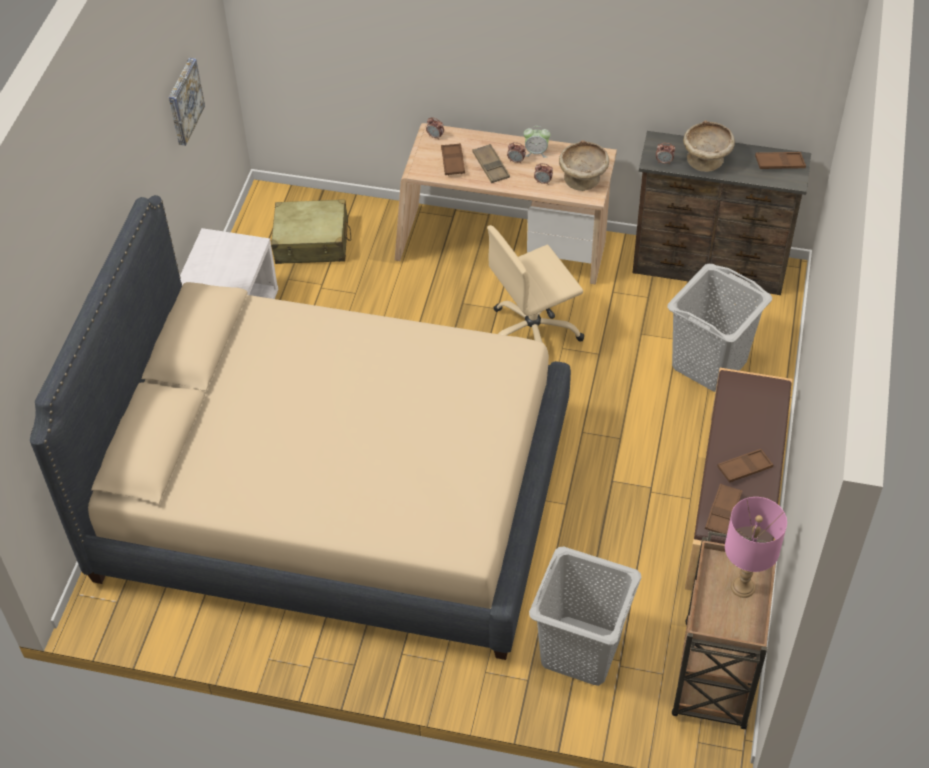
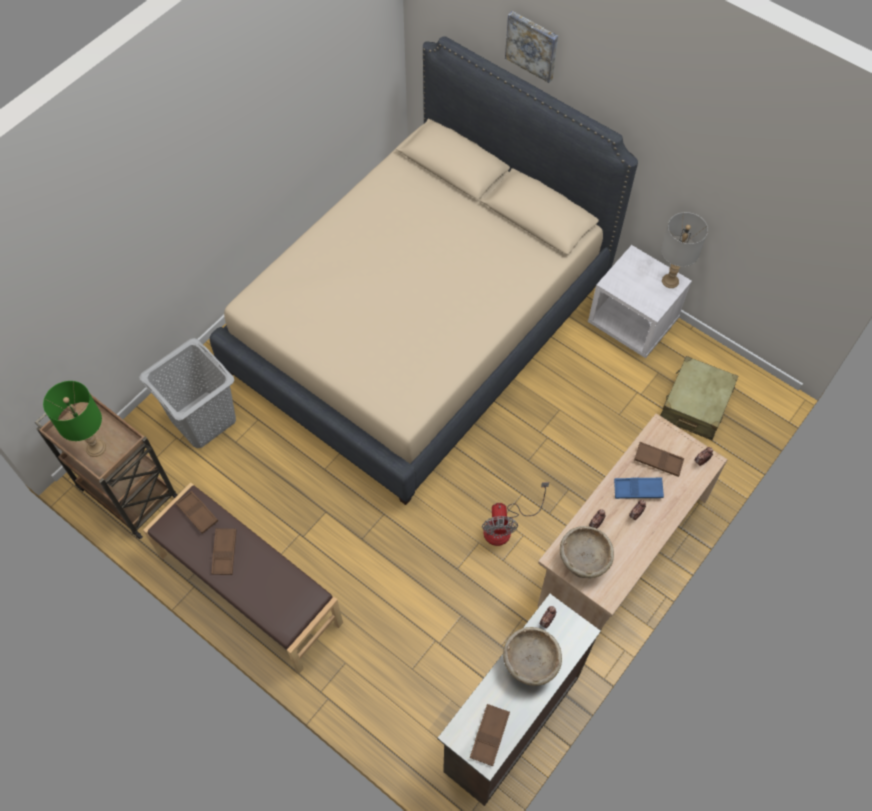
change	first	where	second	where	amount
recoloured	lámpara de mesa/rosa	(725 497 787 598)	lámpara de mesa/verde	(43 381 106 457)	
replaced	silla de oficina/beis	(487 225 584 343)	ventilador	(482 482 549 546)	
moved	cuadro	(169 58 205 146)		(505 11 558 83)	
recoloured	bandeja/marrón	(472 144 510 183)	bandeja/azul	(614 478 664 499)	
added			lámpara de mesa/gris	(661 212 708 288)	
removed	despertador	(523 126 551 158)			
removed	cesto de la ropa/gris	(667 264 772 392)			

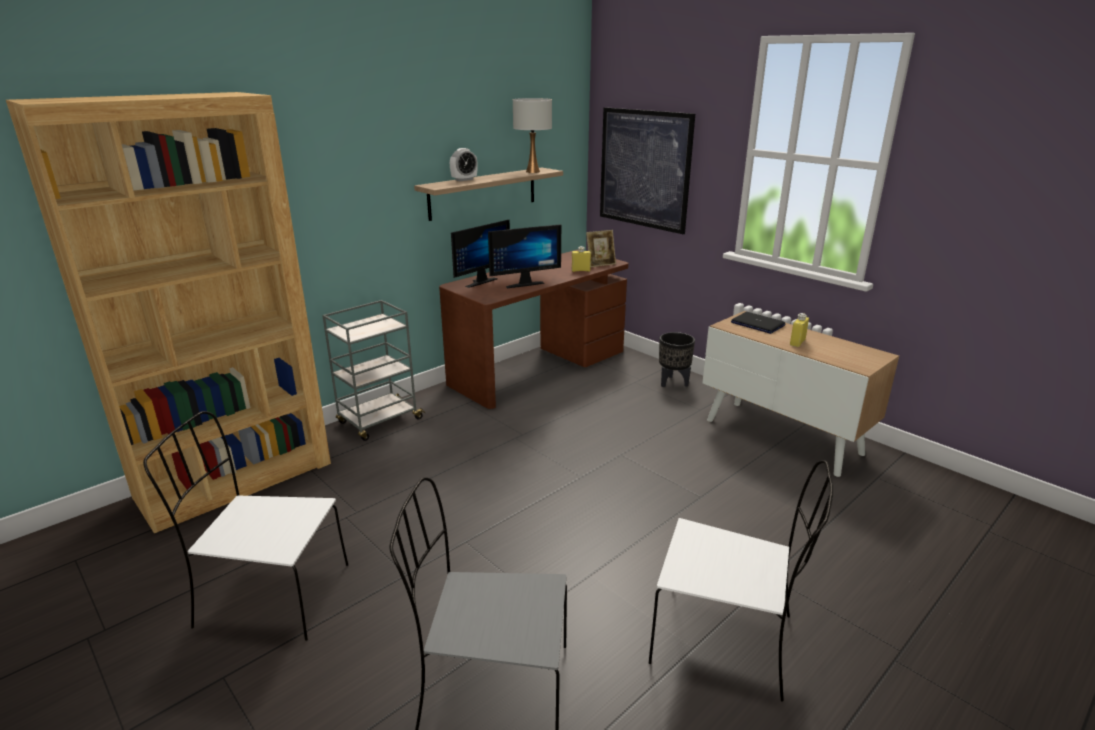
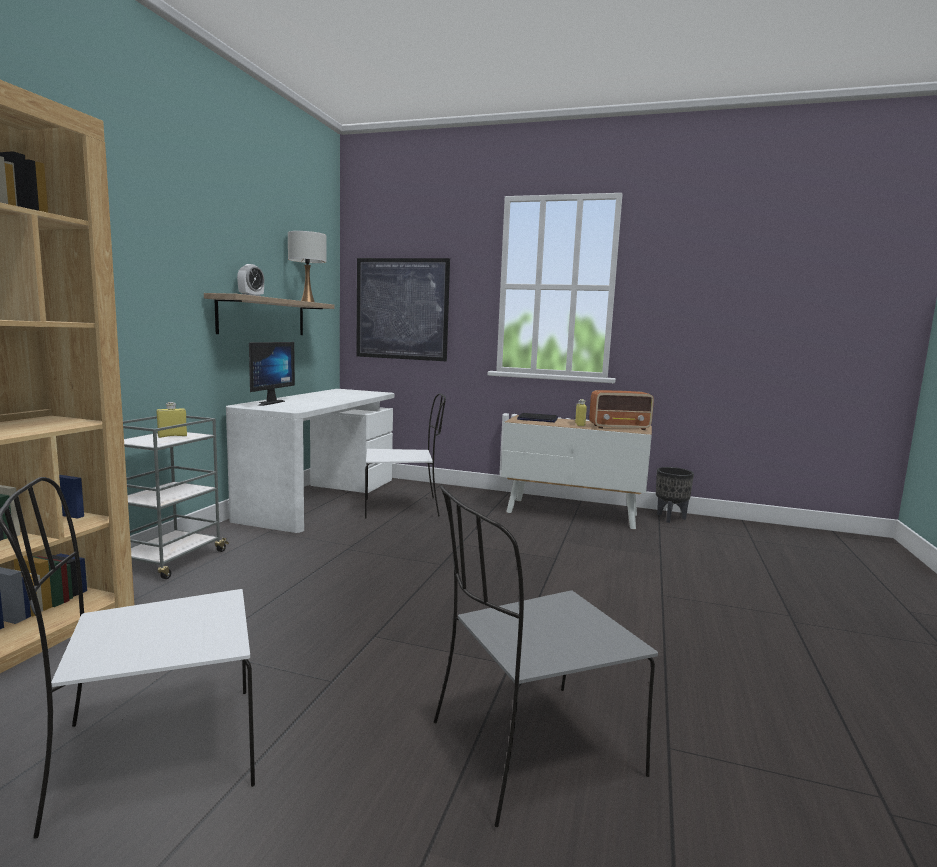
change	first	where	second	where	amount
moved	botella/amarillo	(572 246 591 272)		(156 402 187 438)	
recoloured	escritorio/marrón	(439 250 629 409)	escritorio/blanco	(226 389 394 533)	
moved	silla/blanco	(649 460 833 701)		(365 393 446 519)	
added			radio	(589 390 654 430)	
moved	maceta/negro	(659 332 695 387)		(656 467 694 523)	
removed	monitor	(488 224 561 288)			
removed	portarretratos	(586 230 616 267)			

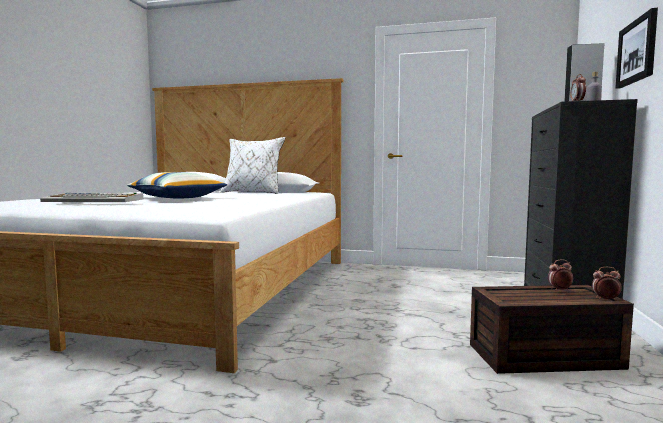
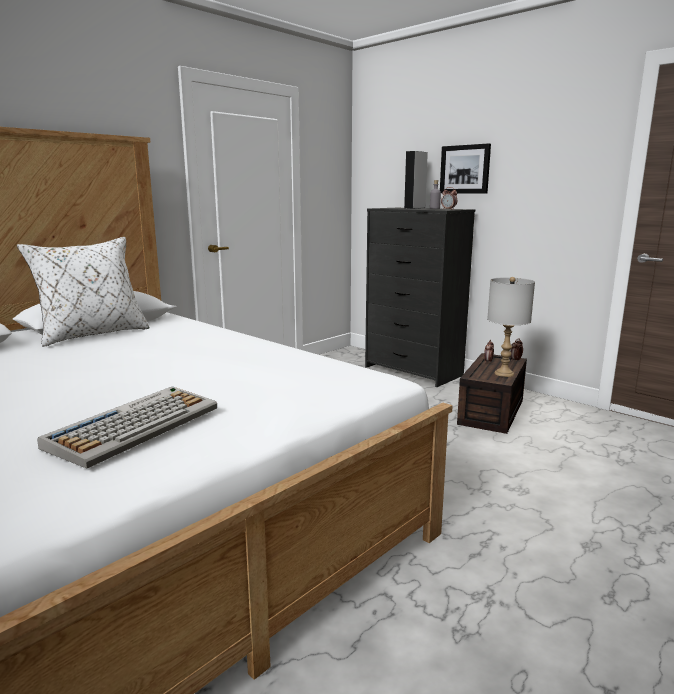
change	first	where	second	where	amount
added			lámpara de mesa/gris	(487 277 535 377)	
removed	cojín	(127 172 227 199)			

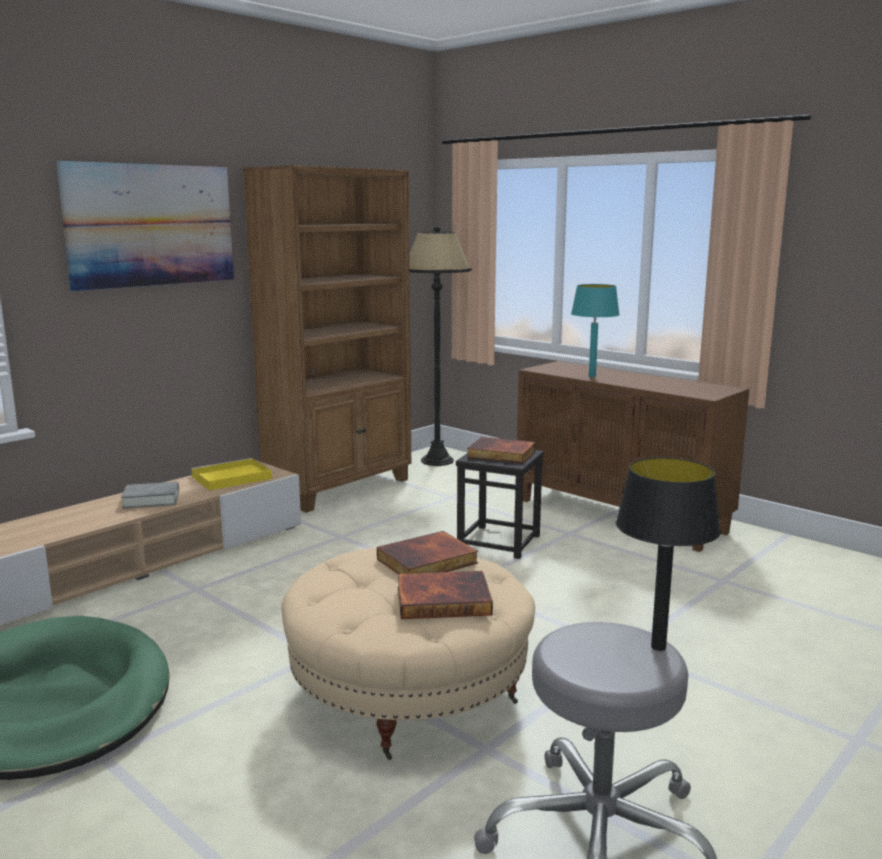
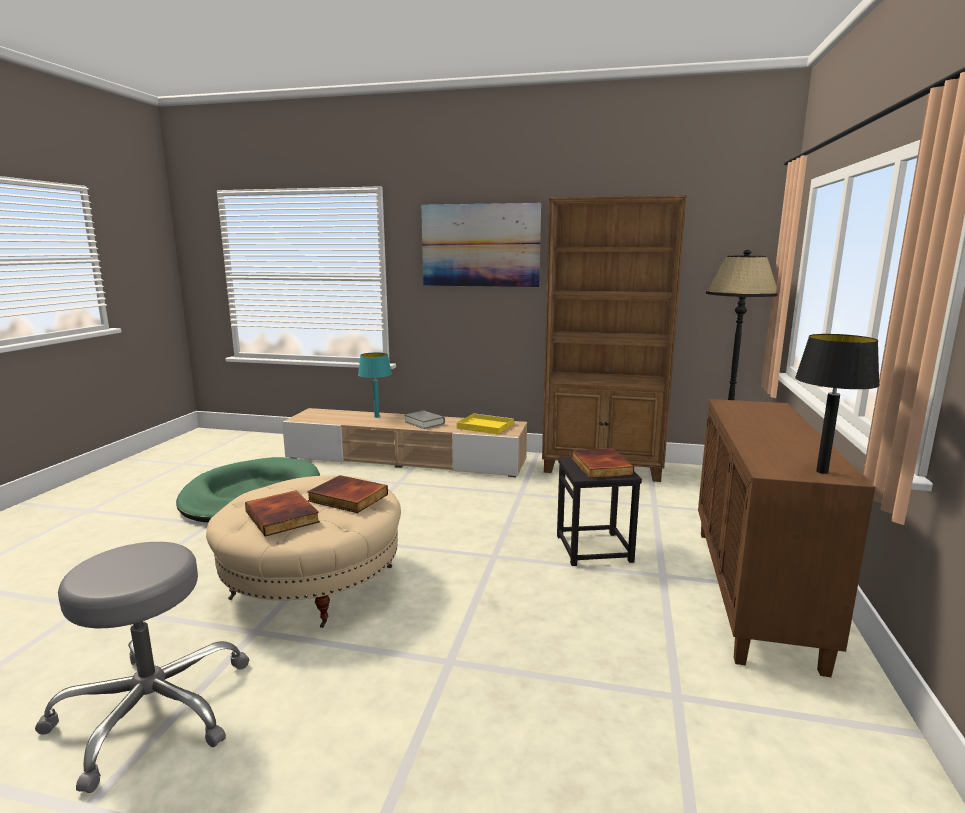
change	first	where	second	where	amount
moved	lámpara de mesa/turquesa	(571 284 620 377)		(358 352 392 418)	
moved	lámpara de mesa/negro	(616 457 721 651)		(795 334 880 474)	

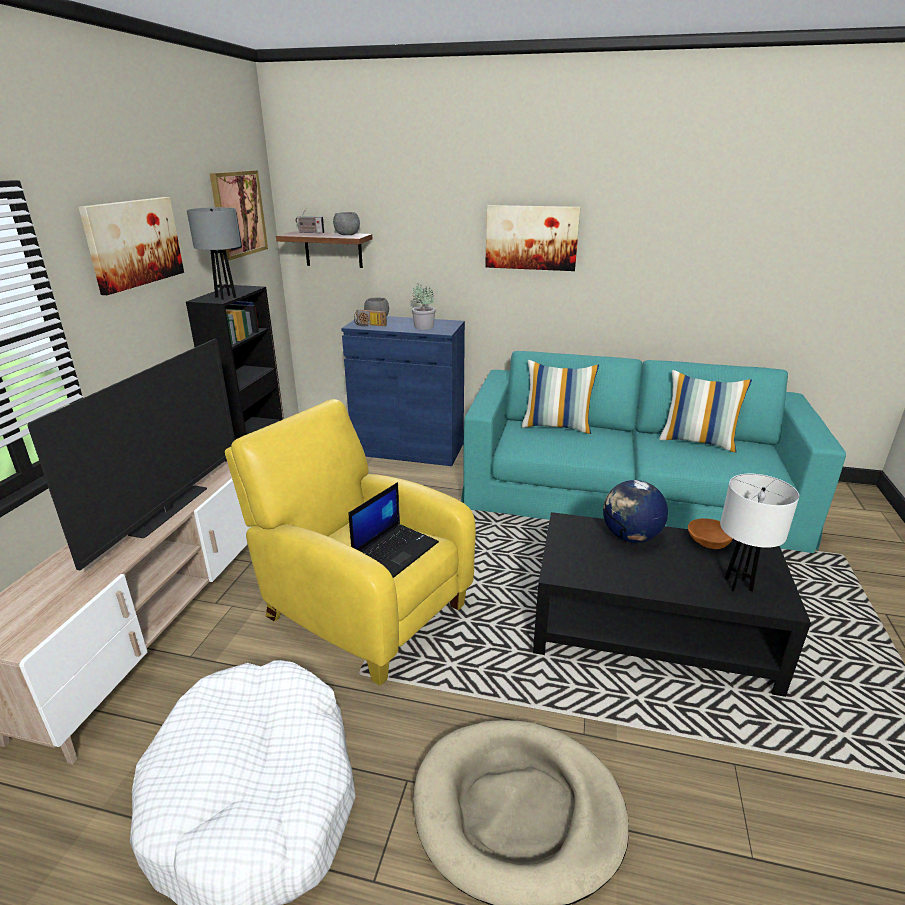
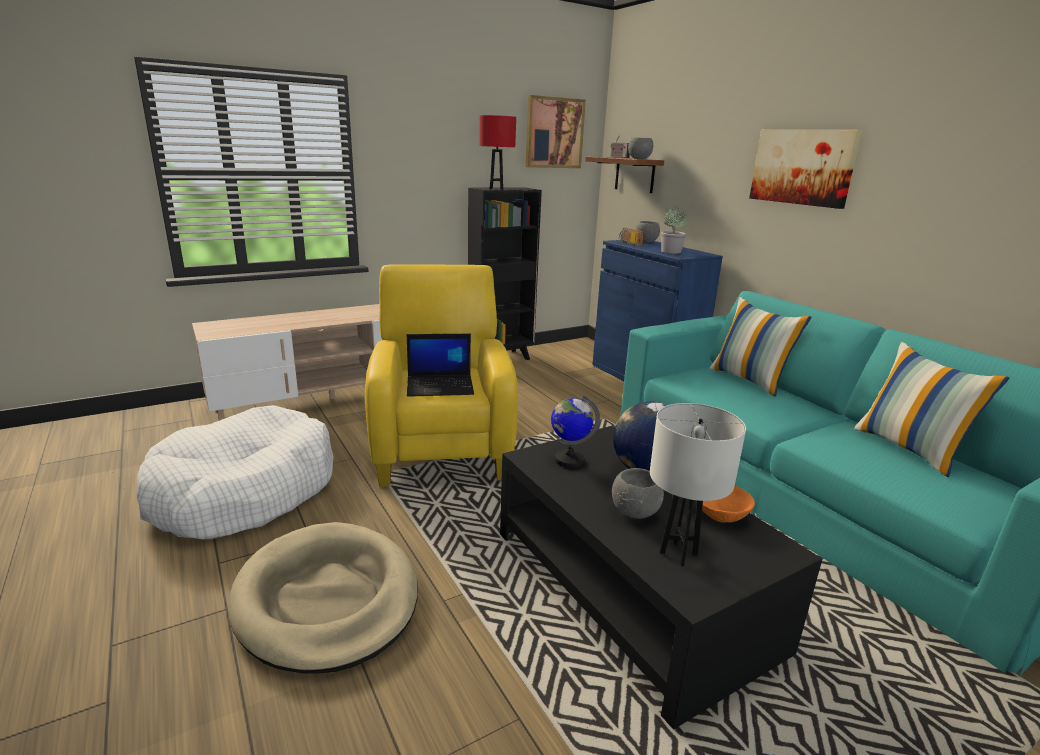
change	first	where	second	where	amount
recoloured	lámpara de mesa/gris	(187 207 241 300)	lámpara de mesa/rojo	(479 115 516 190)	
added			globo terráqueo	(551 395 600 468)	
added			cuenco/gris	(612 468 664 519)	
removed	televisor	(27 339 235 570)			
removed	cuadro	(78 197 184 295)			

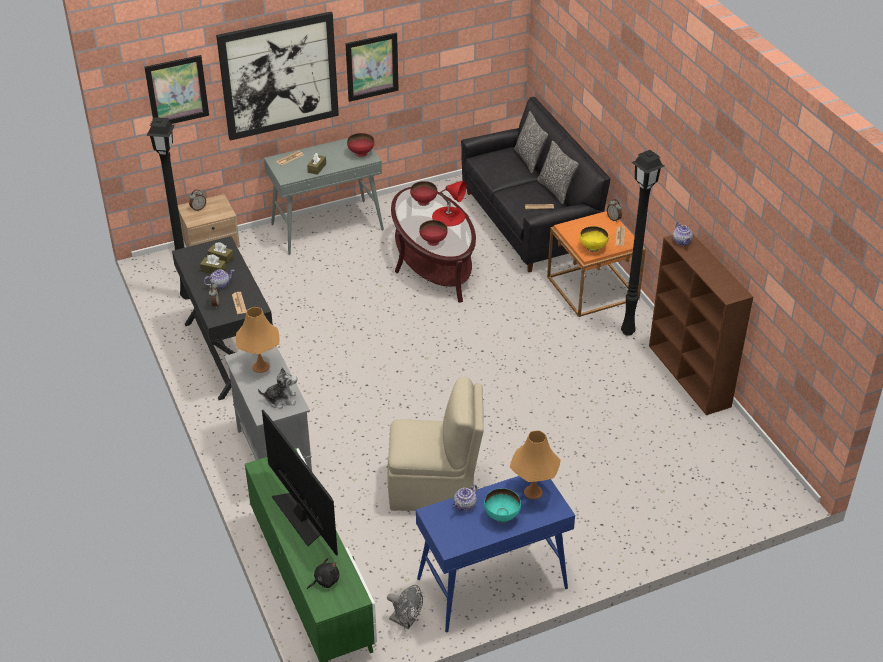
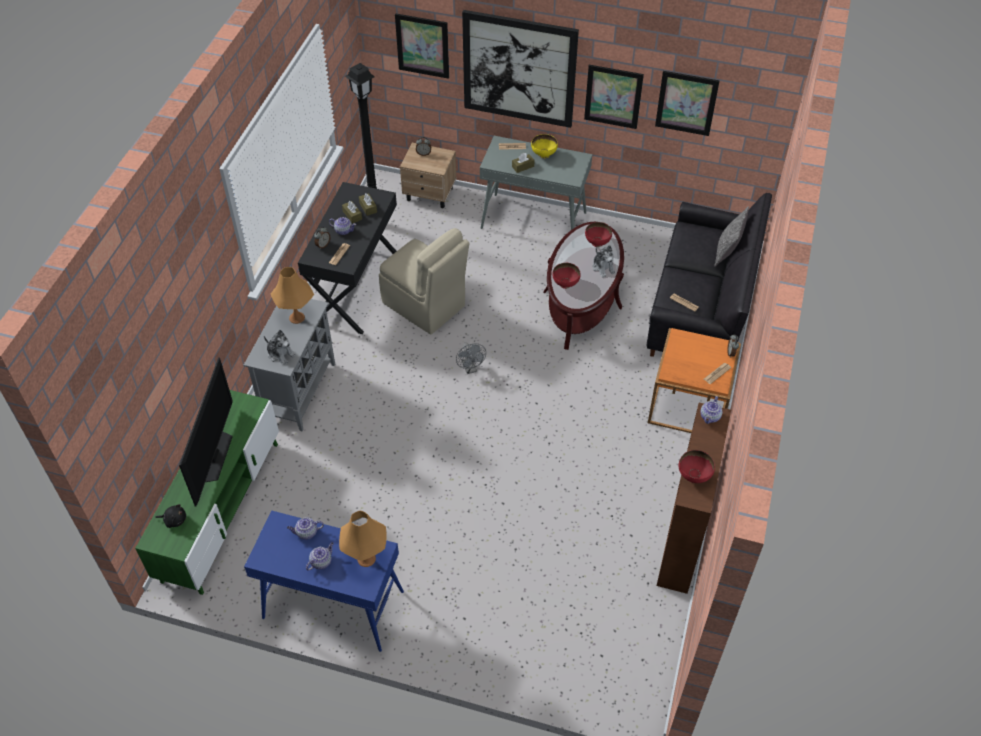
change	first	where	second	where	amount
replaced	cuenco/turquesa	(484 488 521 523)	tetera	(306 542 334 571)	
moved	silla/beis	(387 377 484 511)		(379 228 469 334)	
moved	ventilador/gris	(387 585 423 629)		(456 342 486 374)	
moved	cuenco/amarillo	(580 226 609 252)		(531 134 558 159)	
replaced	lámpara de mesa/rojo	(432 181 467 226)	peluche	(593 245 616 278)	
added			cuadro	(655 71 720 136)	
moved	cuenco/rojo	(347 133 374 157)		(678 450 715 483)	
removed	cojín	(537 141 579 205)			
removed	lámpara de pie/negro	(621 150 664 336)			

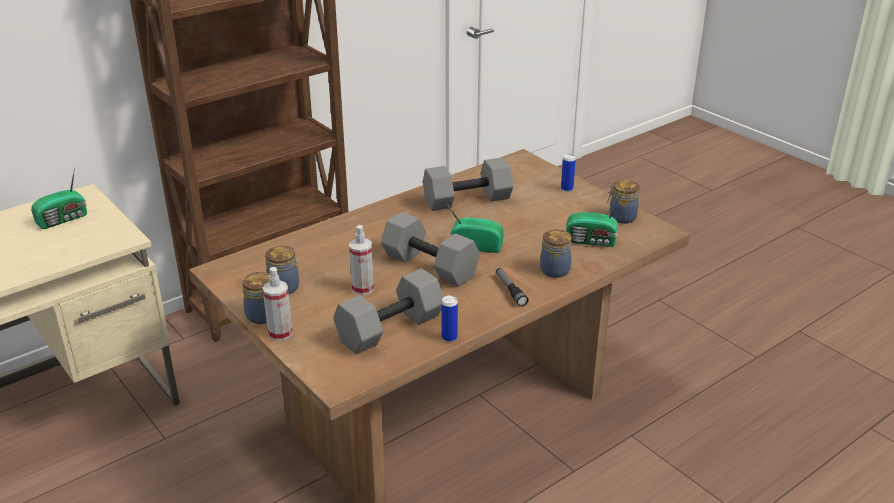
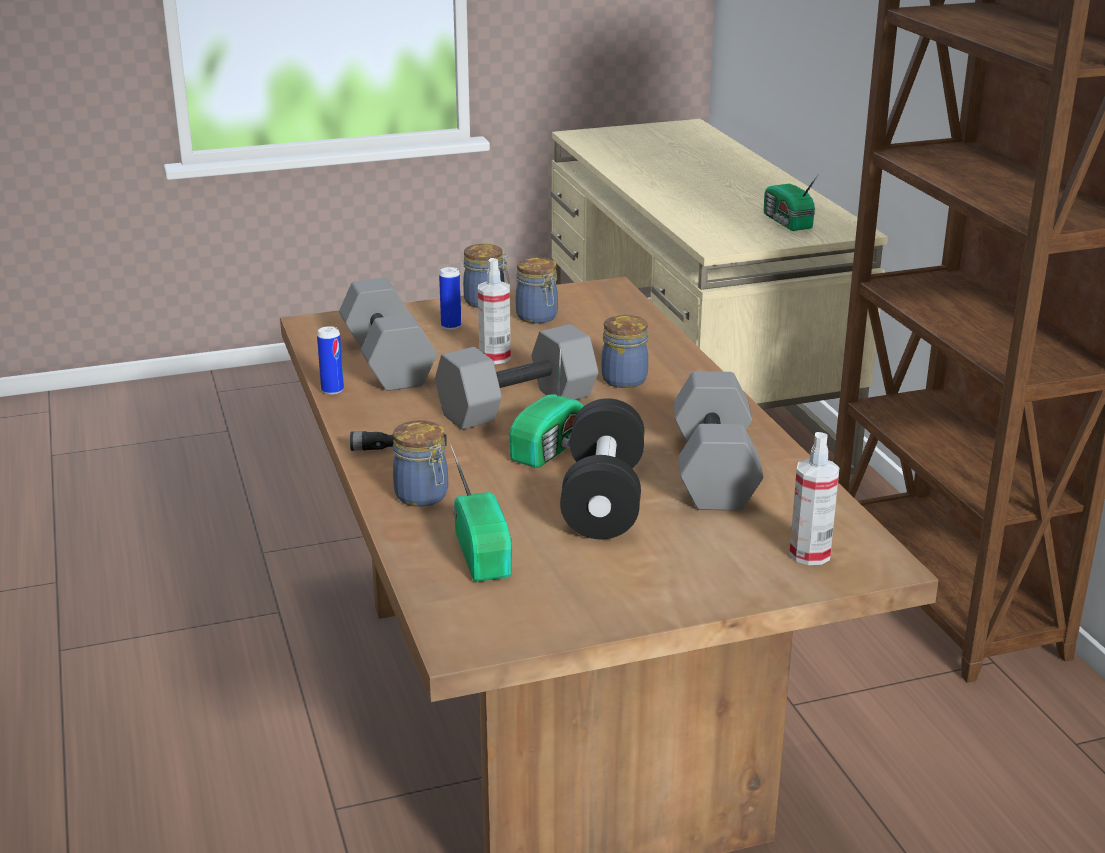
change	first	where	second	where	amount
moved	lata	(561 154 576 192)		(439 267 461 330)	
turned	radio	(566 195 625 247)		(450 444 512 582)	135 degrees clockwise
added			mancuerna/negro	(560 398 644 539)	
moved	tarro	(607 180 640 224)		(601 315 648 388)	
moved	pulverizador	(263 267 293 341)		(789 432 840 565)	

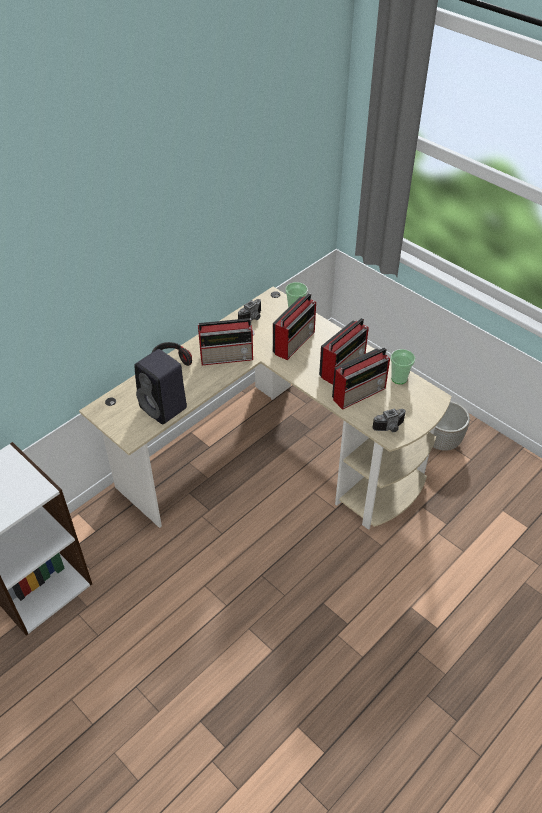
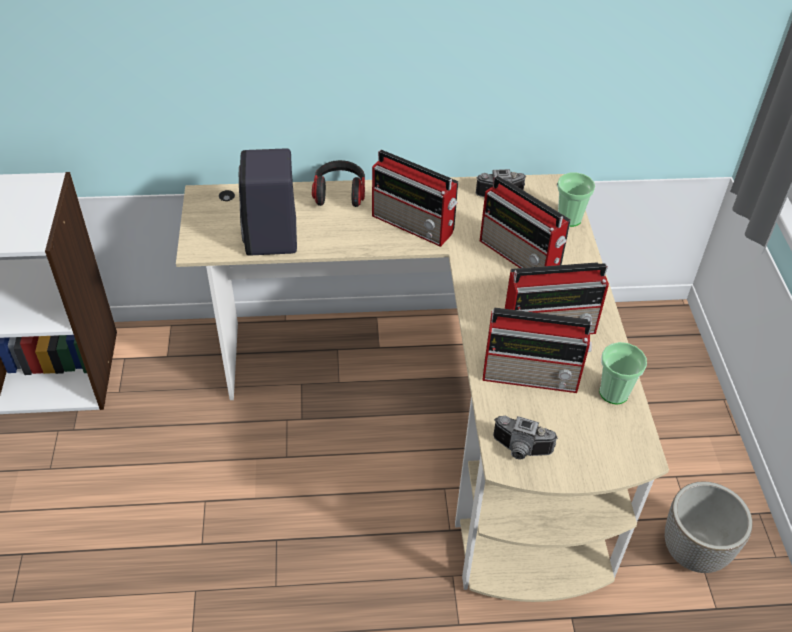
change	first	where	second	where	amount
turned	radio	(273 293 316 360)		(480 176 571 268)	60 degrees clockwise

